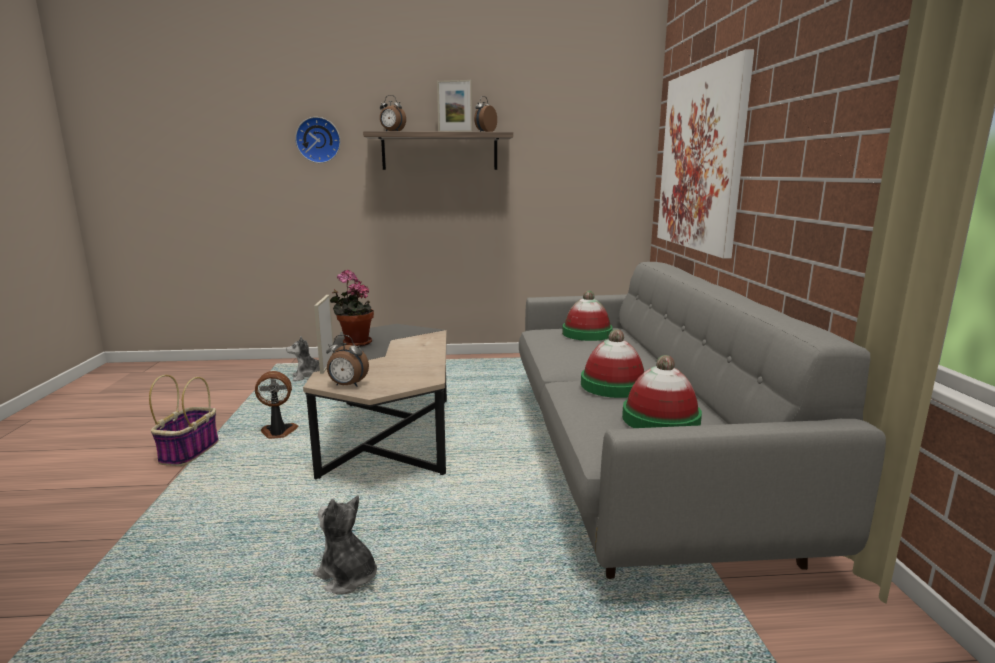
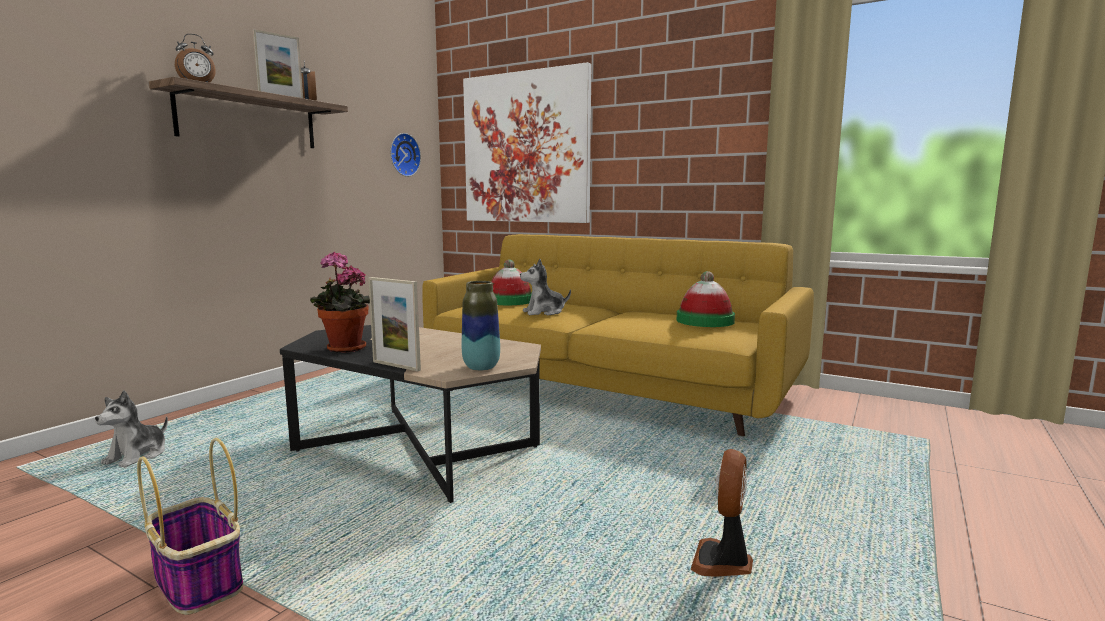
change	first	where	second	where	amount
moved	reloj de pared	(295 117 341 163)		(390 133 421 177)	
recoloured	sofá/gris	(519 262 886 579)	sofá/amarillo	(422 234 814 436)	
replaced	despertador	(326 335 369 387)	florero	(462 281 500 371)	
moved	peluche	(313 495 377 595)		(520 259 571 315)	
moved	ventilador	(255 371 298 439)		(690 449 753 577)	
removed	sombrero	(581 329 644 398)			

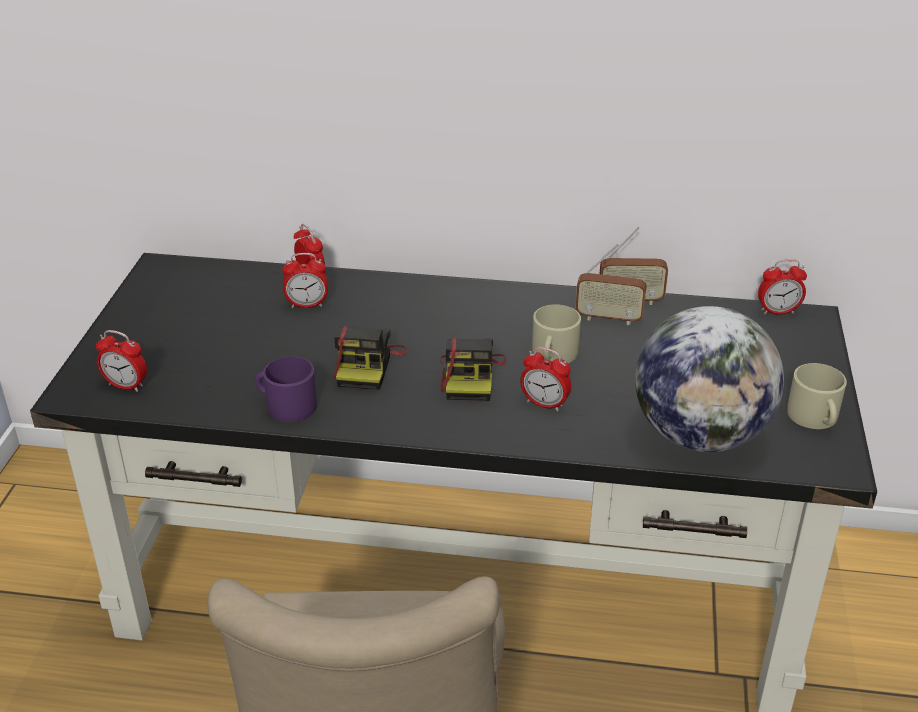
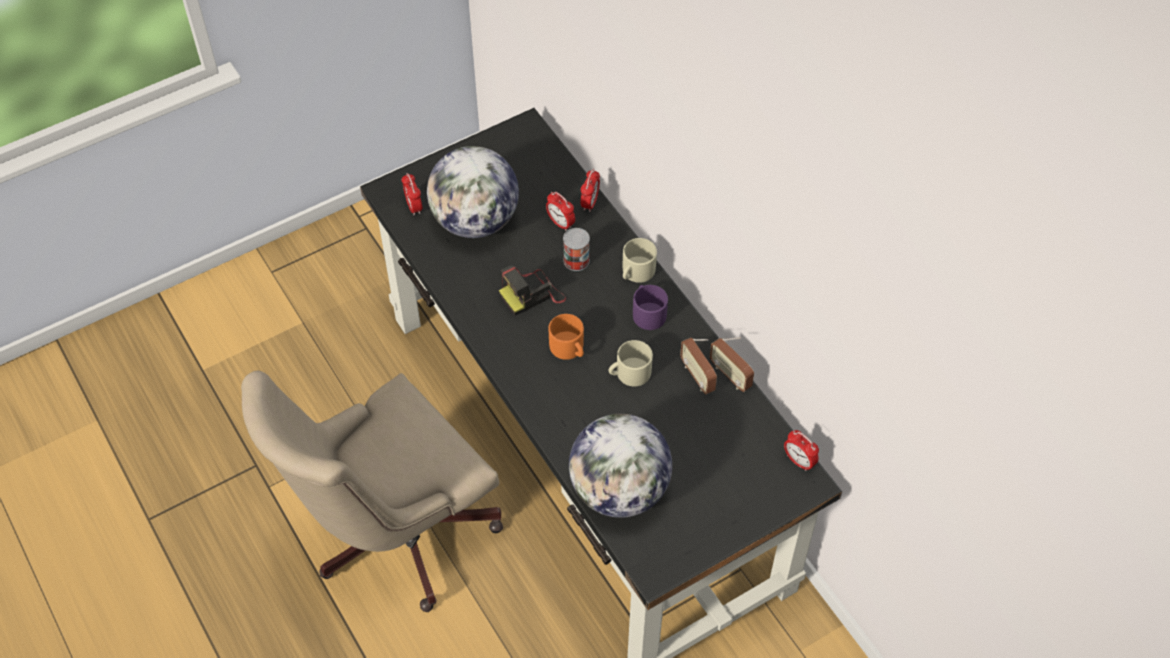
change	first	where	second	where	amount
added			globo terráqueo	(427 146 519 238)	
replaced	cámara	(440 338 507 401)	taza grande/naranja	(548 314 584 360)	
added			lata	(563 228 590 271)	
moved	taza grande/beis	(787 363 847 429)		(623 238 657 283)	
moved	taza grande/morado	(255 357 317 422)		(633 285 668 330)	
removed	despertador	(520 347 571 412)			

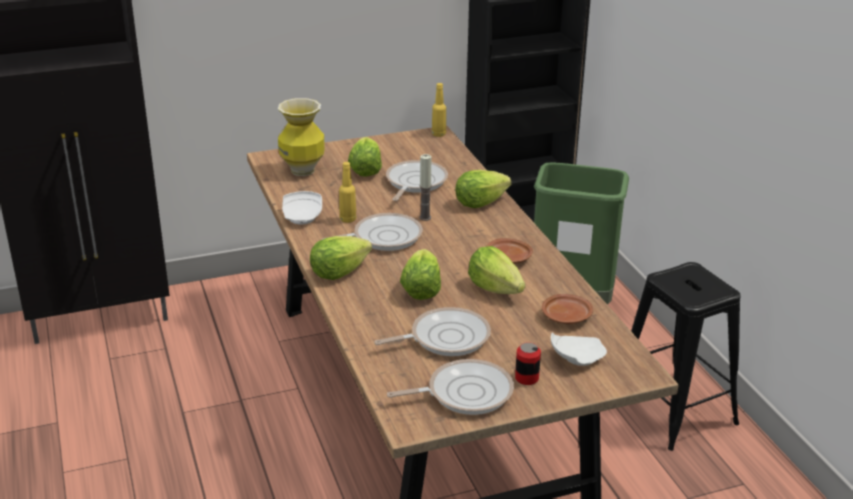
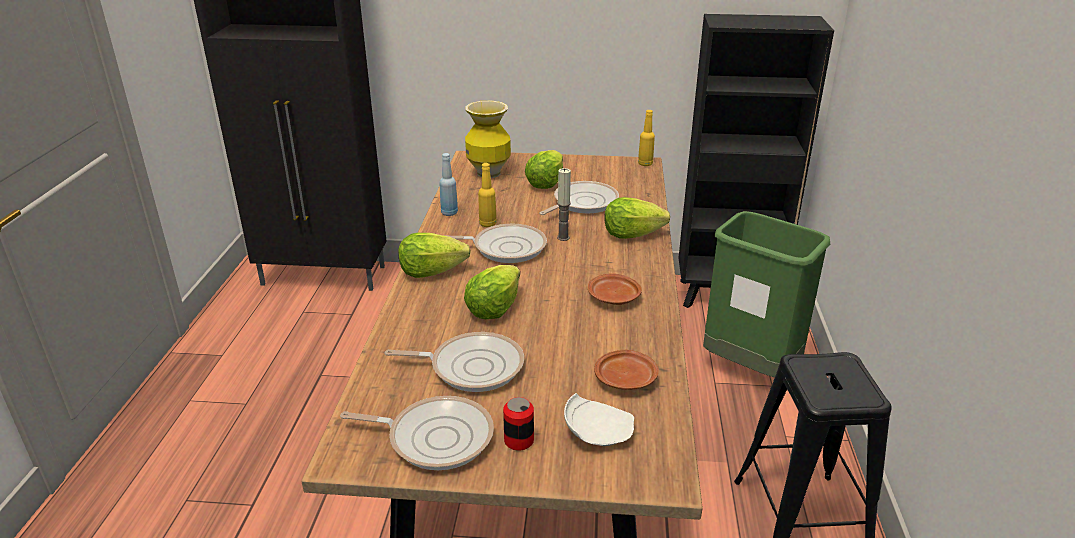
change	first	where	second	where	amount
replaced	plato/blanco	(282 191 322 225)	botella/azul	(439 153 458 216)	
removed	lechuga	(468 246 525 294)			

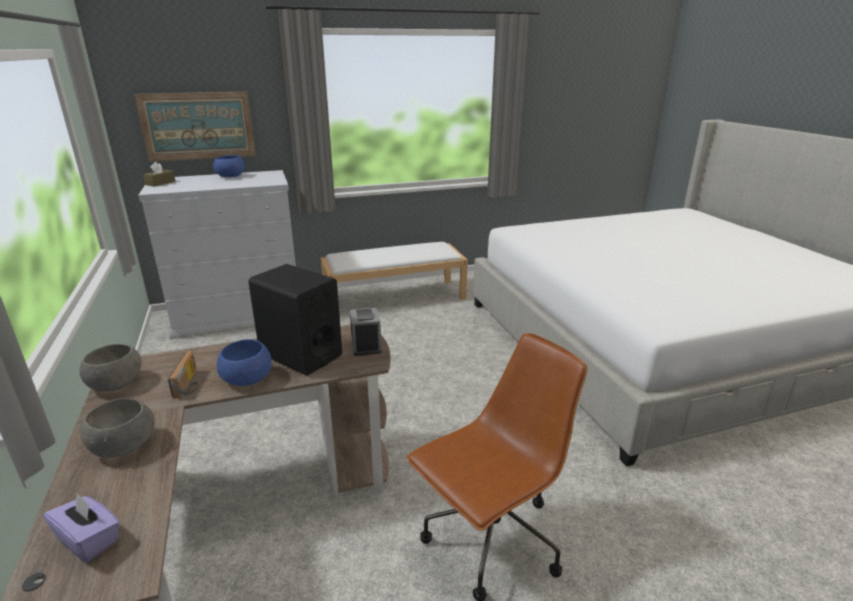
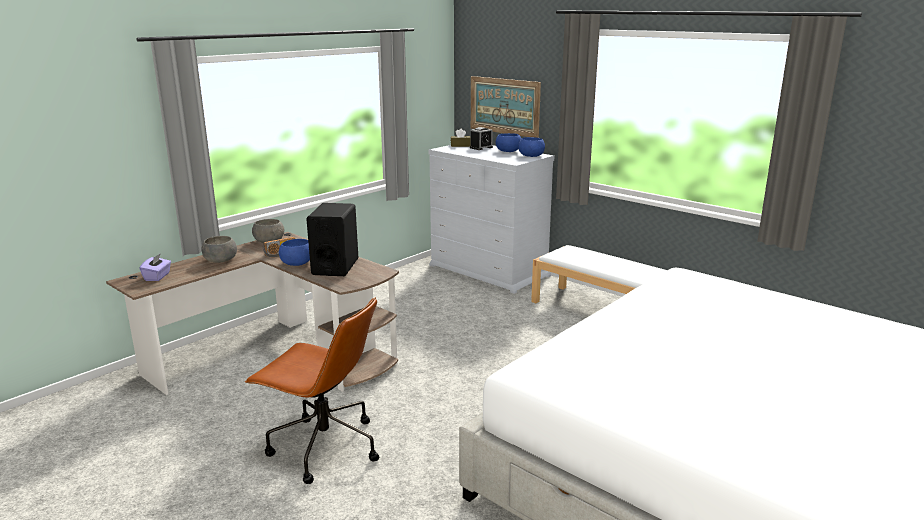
change	first	where	second	where	amount
moved	despertador	(350 307 382 356)		(470 127 493 150)	
added			cuenco/azul	(518 137 545 157)	

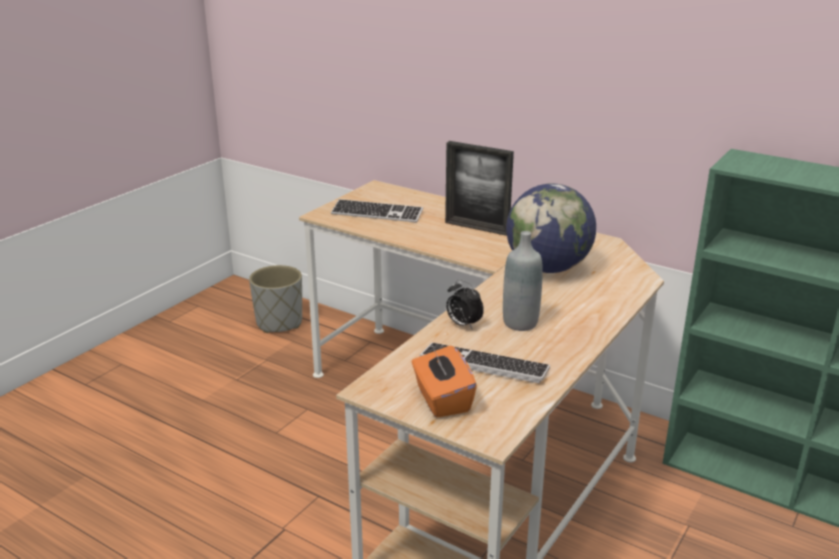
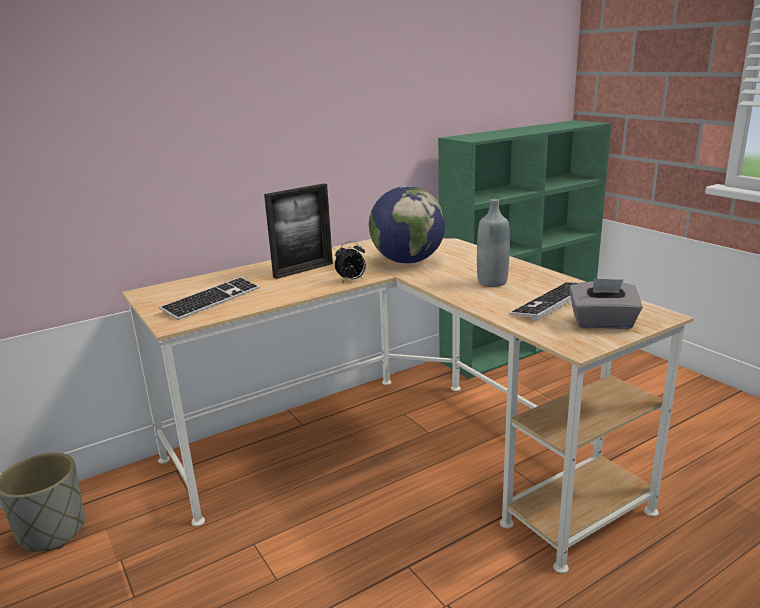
change	first	where	second	where	amount
moved	despertador	(446 280 484 330)		(335 241 366 282)	
recoloured	caja de pañuelos/naranja	(412 345 477 418)	caja de pañuelos/gris	(569 278 643 329)	

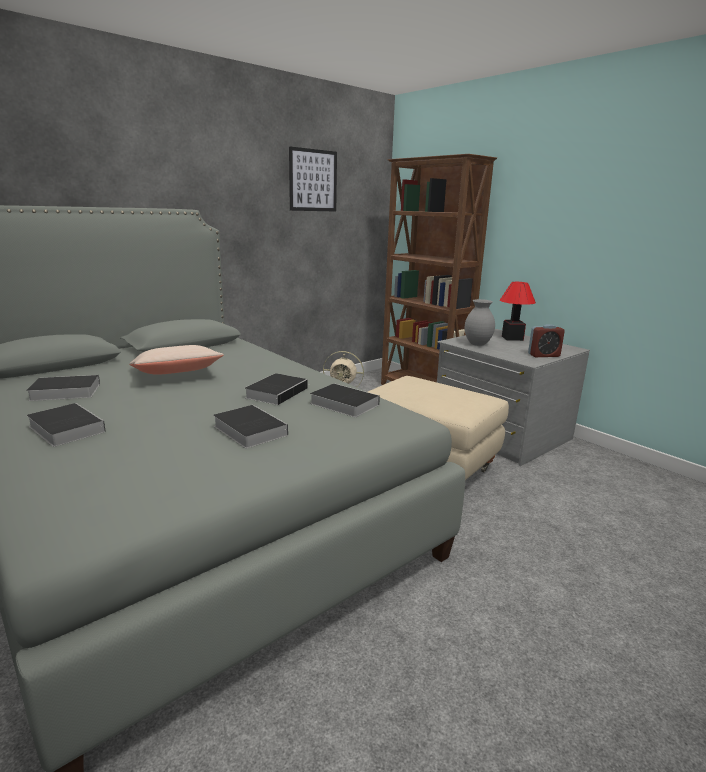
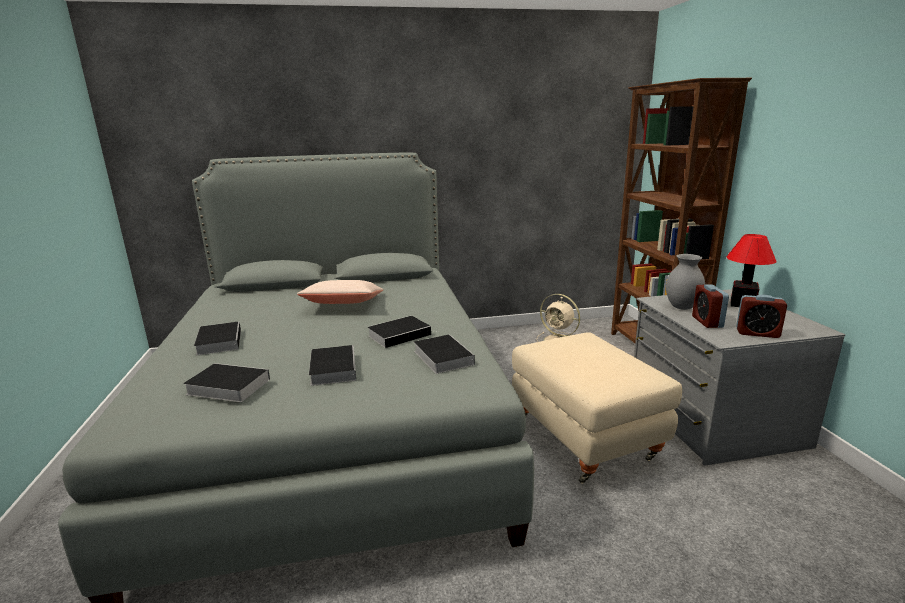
change	first	where	second	where	amount
moved	libro	(26 375 100 401)		(183 363 270 402)	
added			despertador	(692 284 729 328)	
removed	cuadro	(289 147 337 211)			

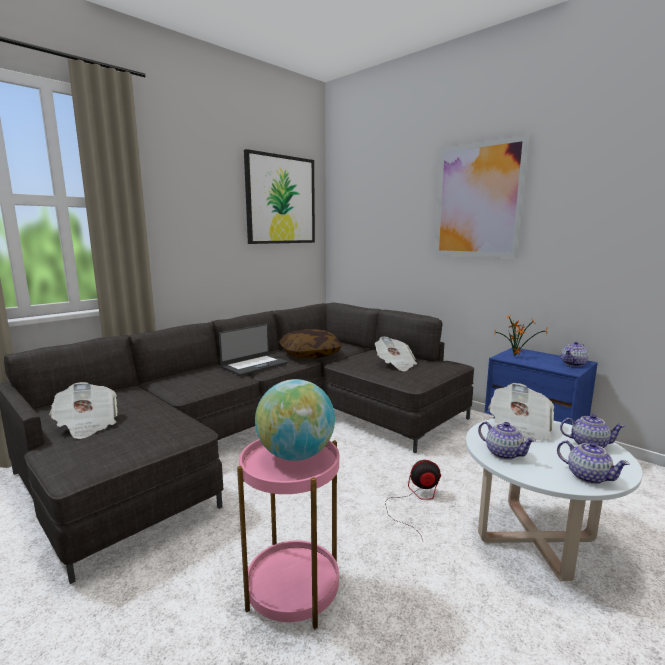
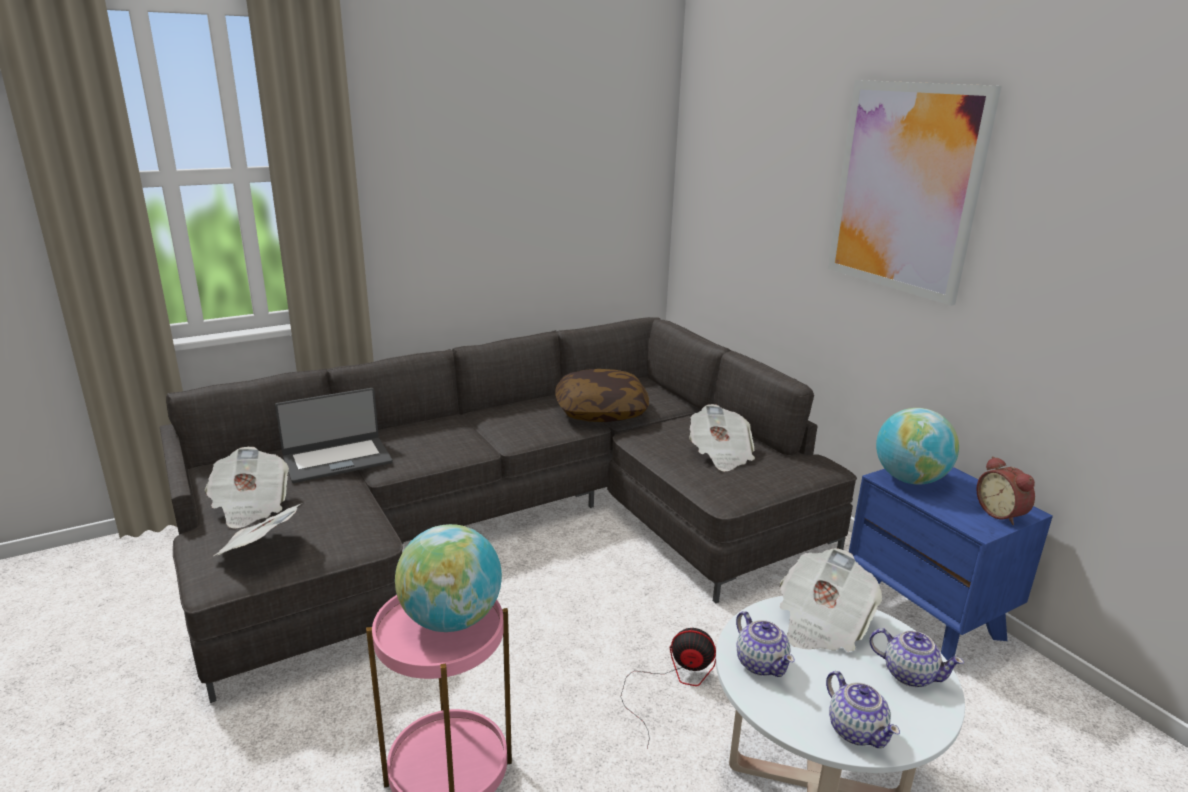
change	first	where	second	where	amount
added			periódico	(212 503 302 557)	
moved	portátil	(219 324 288 376)		(275 388 393 483)	
replaced	planta en maceta	(493 314 548 356)	globo terráqueo	(876 408 959 485)	
replaced	tetera	(561 342 589 367)	despertador	(976 456 1035 525)	
removed	cuadro	(244 149 315 244)			

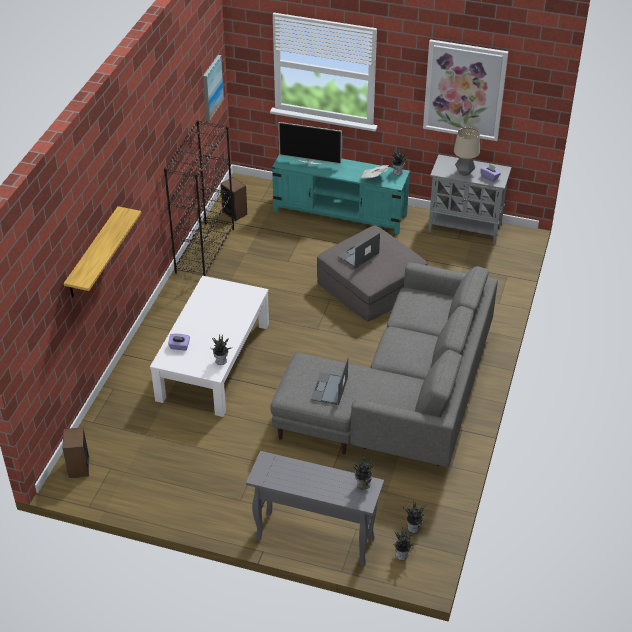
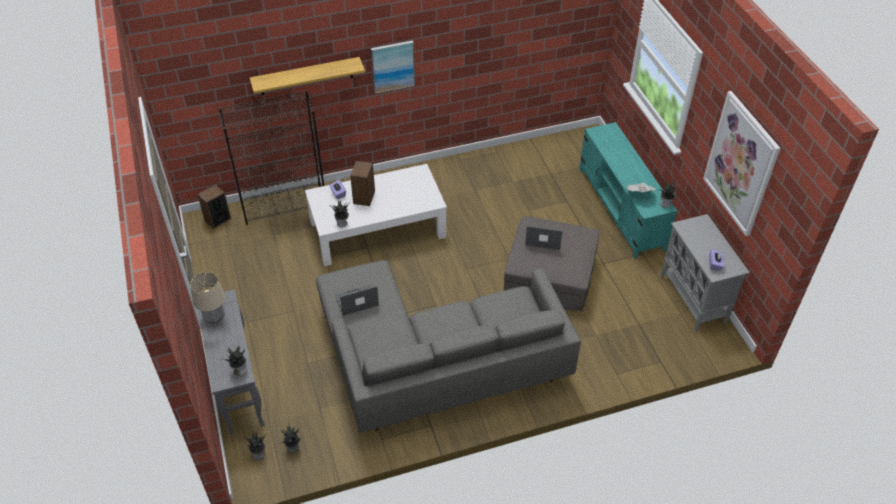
change	first	where	second	where	amount
moved	lámpara de mesa	(454 127 480 176)		(190 272 225 324)	
moved	estantería/negro	(164 120 234 276)		(218 90 324 225)	
moved	altavoz	(220 177 247 221)		(350 161 375 206)	
moved	cuadro	(203 55 224 121)		(371 40 415 94)	
removed	televisor	(278 122 342 165)			

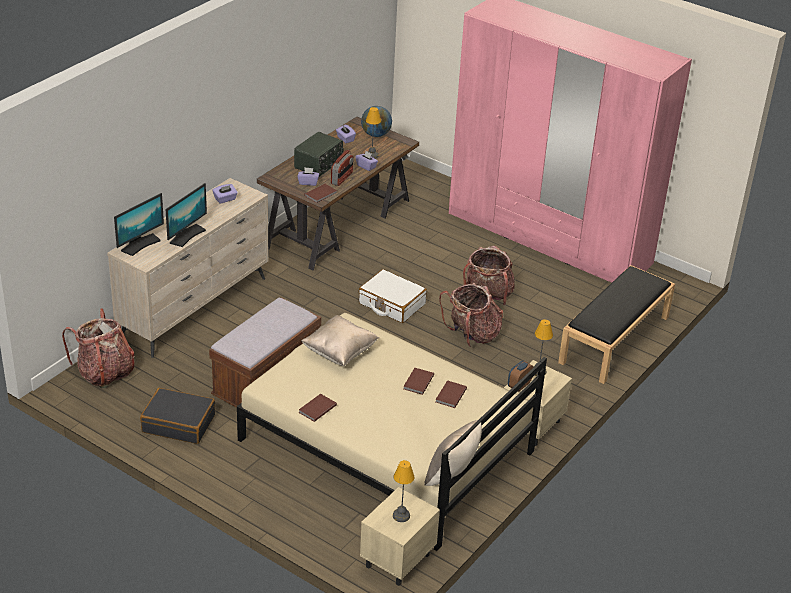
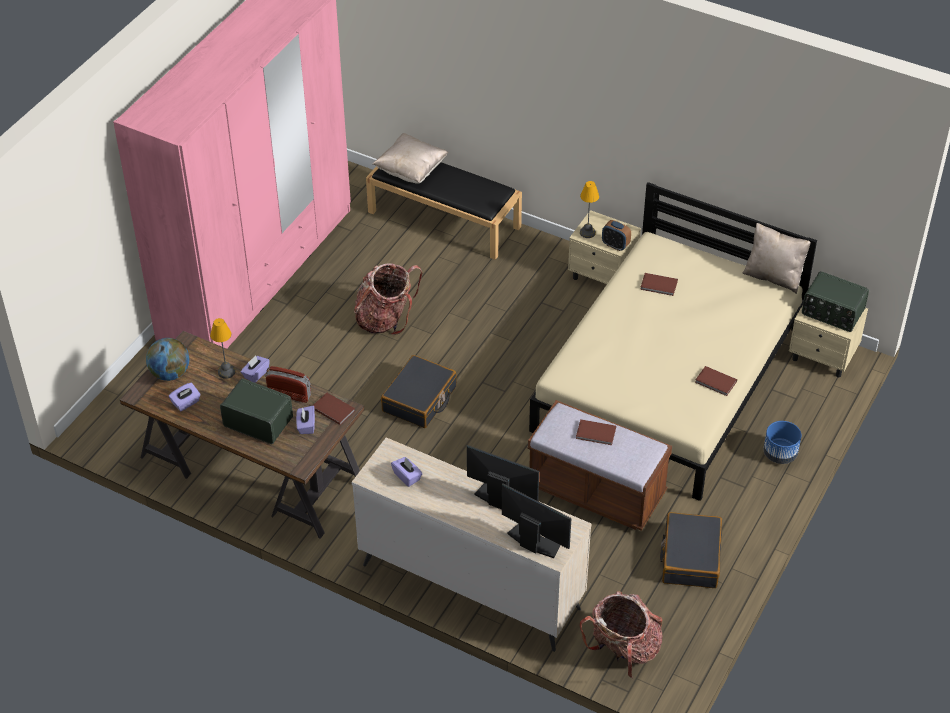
change	first	where	second	where	amount
moved	cojín/beis	(301 315 379 366)		(373 133 448 184)	
recoloured	maleta/blanco	(359 269 427 323)	maleta/negro	(381 355 457 428)	
moved	libro/marrón	(403 368 434 395)		(576 419 616 445)	
added			maceta/azul	(763 421 801 464)	
replaced	lámpara de mesa	(393 460 415 522)	radio	(802 271 869 332)	
removed	mochila	(439 283 503 347)			

